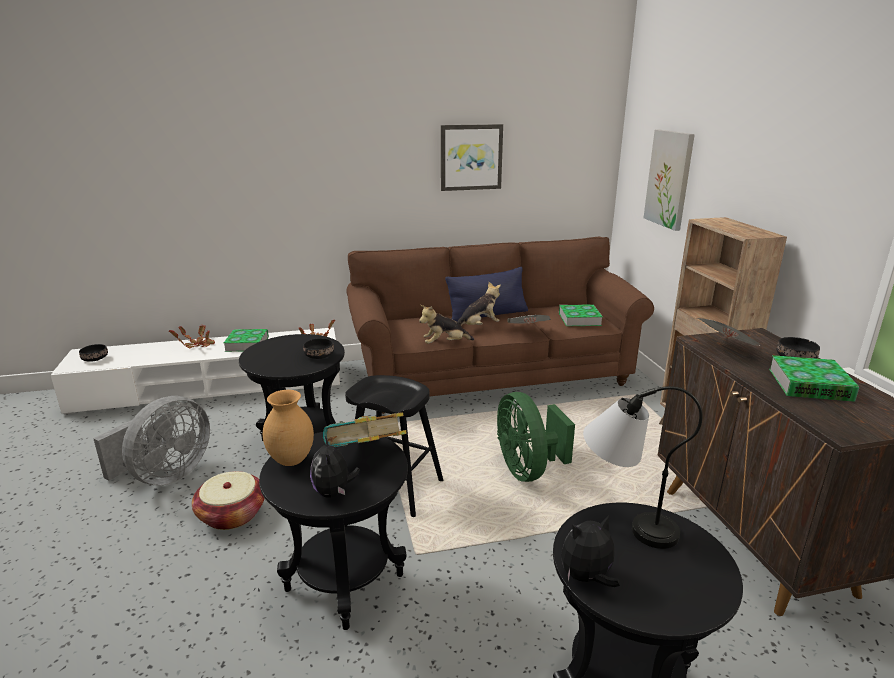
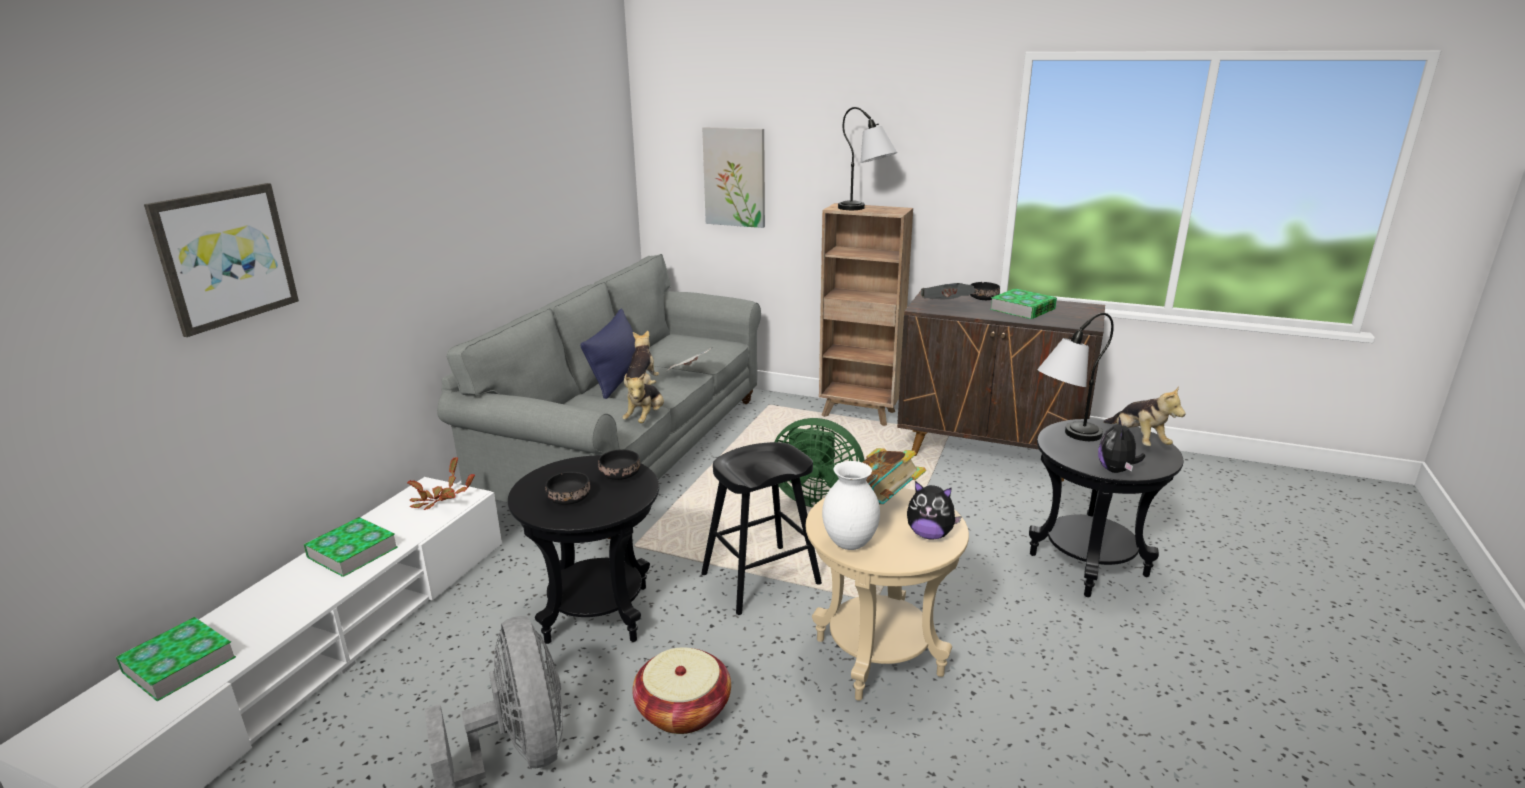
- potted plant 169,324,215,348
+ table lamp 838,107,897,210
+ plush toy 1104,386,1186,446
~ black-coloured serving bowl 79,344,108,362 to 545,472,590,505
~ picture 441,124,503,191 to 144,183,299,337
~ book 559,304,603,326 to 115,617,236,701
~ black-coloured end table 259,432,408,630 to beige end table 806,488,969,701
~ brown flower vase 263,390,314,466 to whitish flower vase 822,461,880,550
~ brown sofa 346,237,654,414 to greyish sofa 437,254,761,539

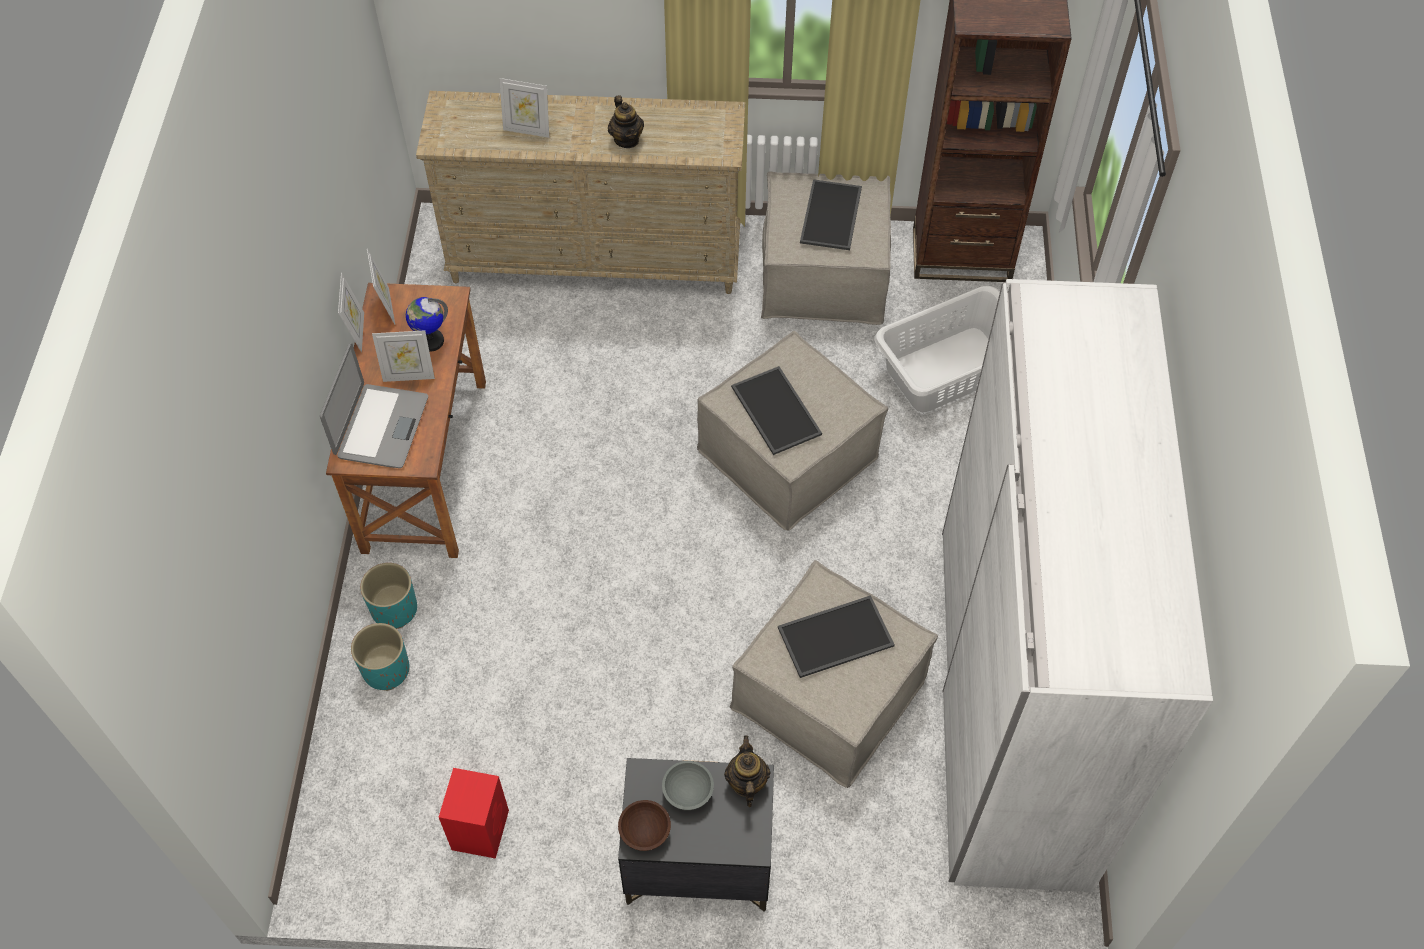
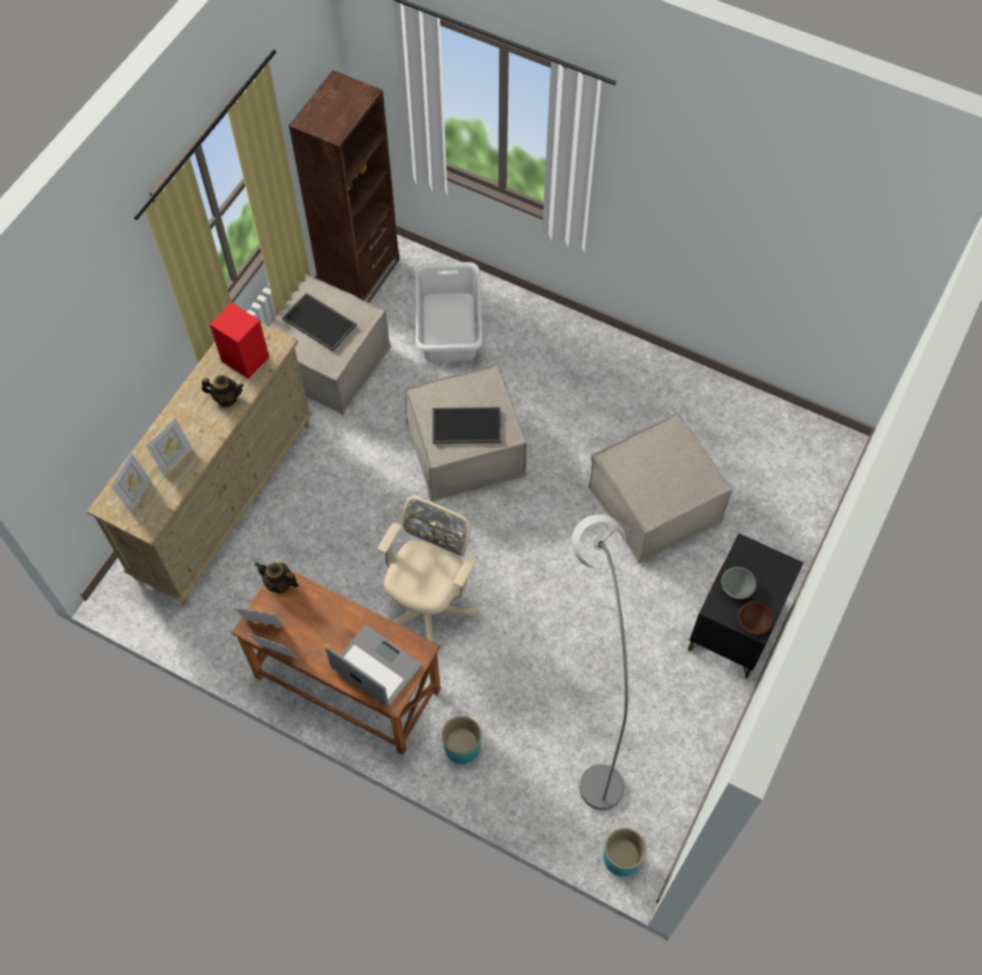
- world globe 406,297,448,352
- tray 778,595,895,678
- whitish armoire 942,279,1213,892
+ beige office chair 378,496,478,654
+ greyish standing lamp 571,514,628,810
~ turquoise-coloured plant pot 351,623,410,691 to 603,828,646,877
~ standing frame 372,330,435,382 to 111,452,151,513
~ red-coloured loudspeaker 439,768,509,859 to 210,302,269,379
~ tea pot 724,736,770,807 to 255,562,299,593

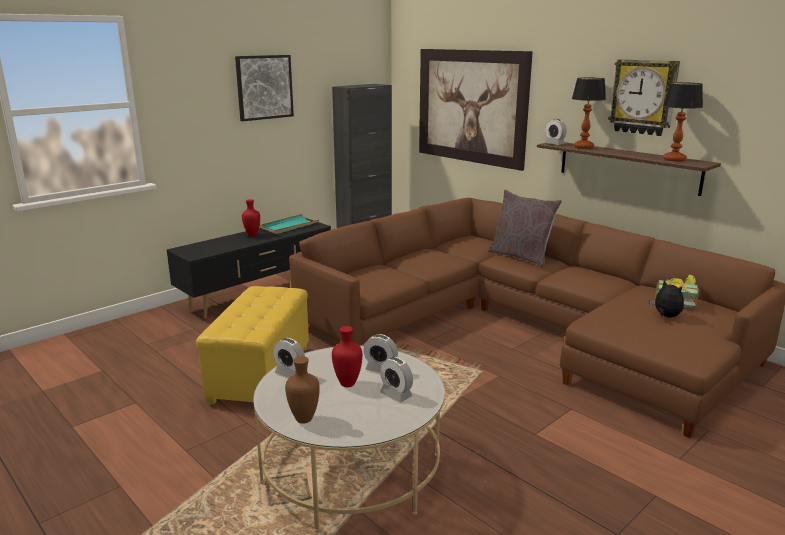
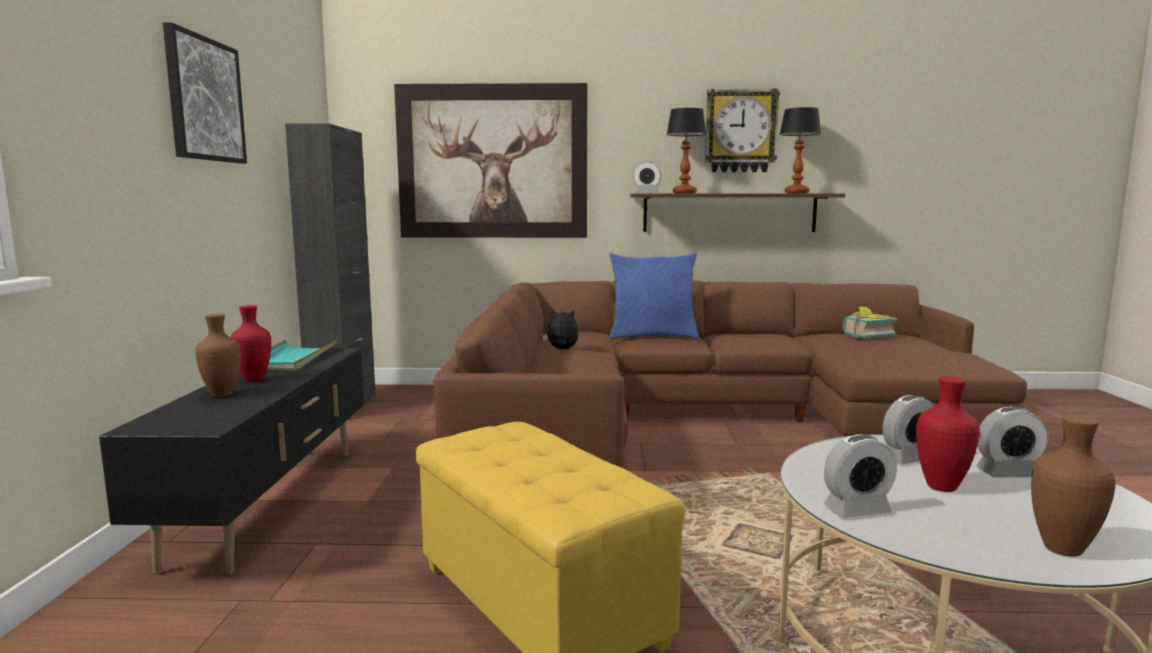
+ brown flower vase 195,314,241,397
~ plush toy 650,280,684,317 to 542,309,579,349
~ greyish pillow 488,189,562,267 to blue pillow 609,253,699,339

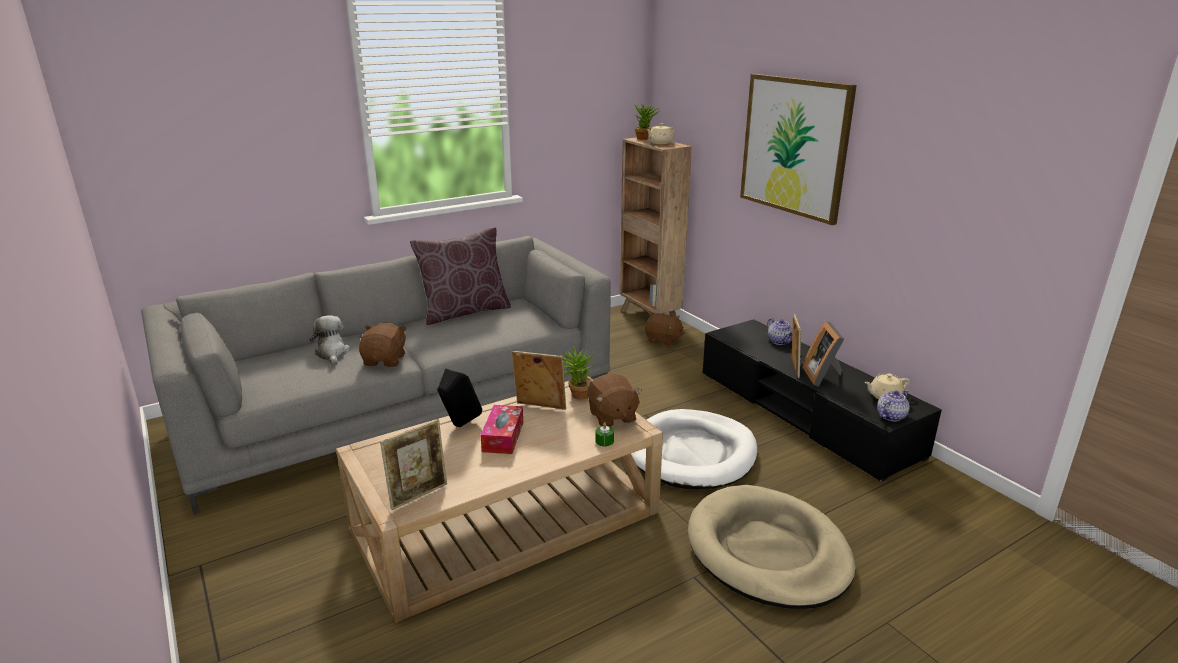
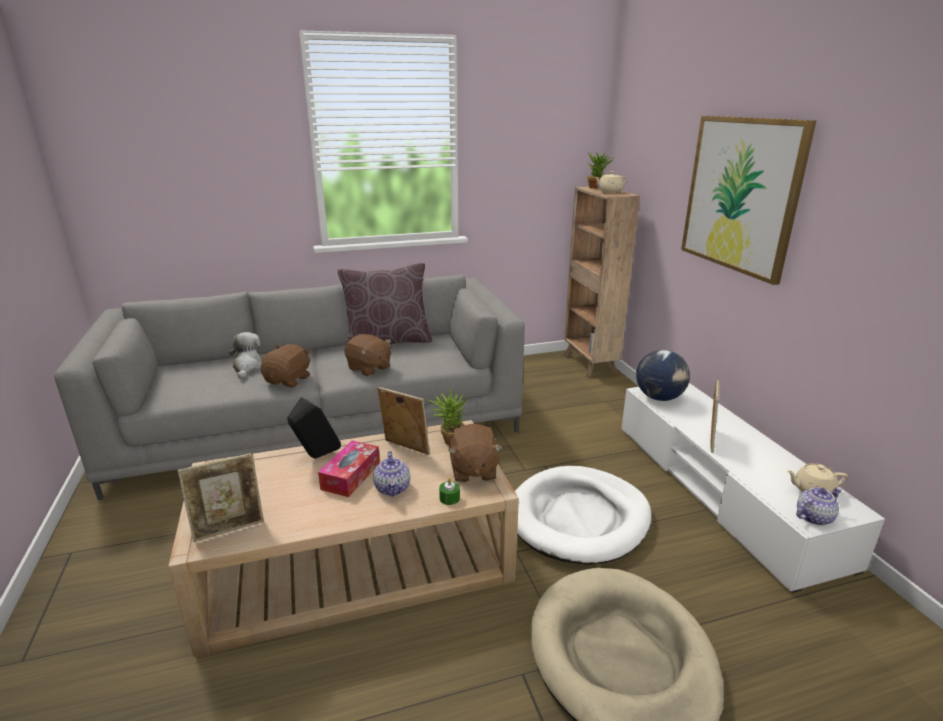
- standing frame 802,321,844,387
+ world globe 636,350,690,401
~ brown plush toy 645,313,685,346 to 344,334,391,376
~ tea pot 767,318,792,345 to 373,451,410,497
~ black-coloured tv unit 703,319,942,482 to whitish tv unit 621,383,885,593

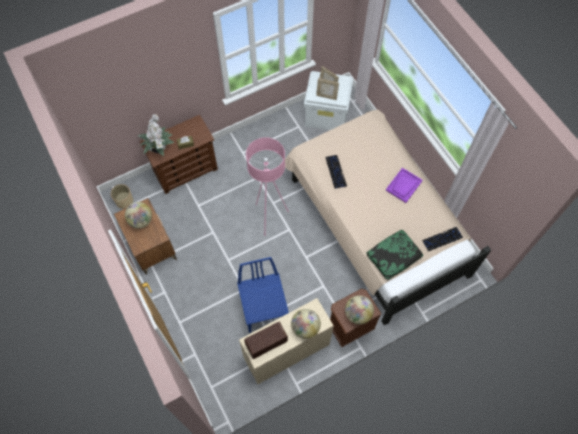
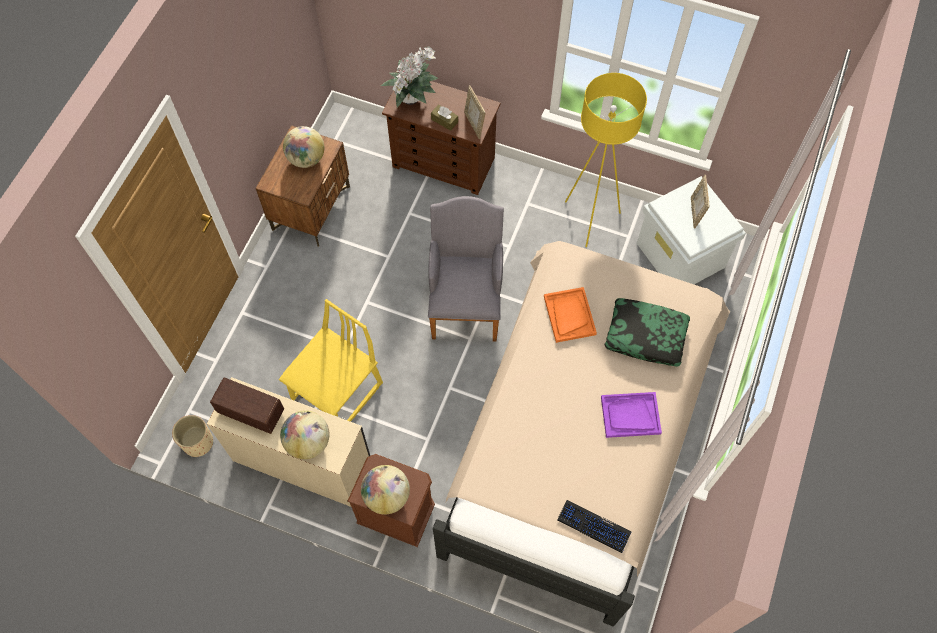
+ yellowish standing lamp 565,73,647,247
~ beige plant pot 111,184,133,209 to 172,415,213,457
~ standing frame 316,78,339,100 to 464,85,485,139
~ pillow 367,230,423,280 to 605,298,690,367
~ pinkish standing lamp 246,137,289,236 to greyish armchair 428,196,504,341
~ PC keyboard 325,155,347,189 to orangey tray 544,287,597,343
~ blue upright chair 237,257,289,333 to yellowish upright chair 279,299,383,422

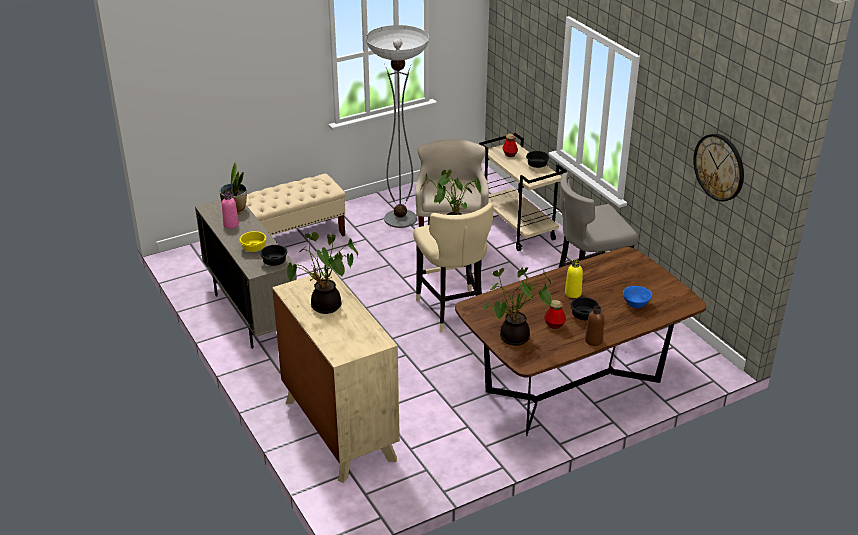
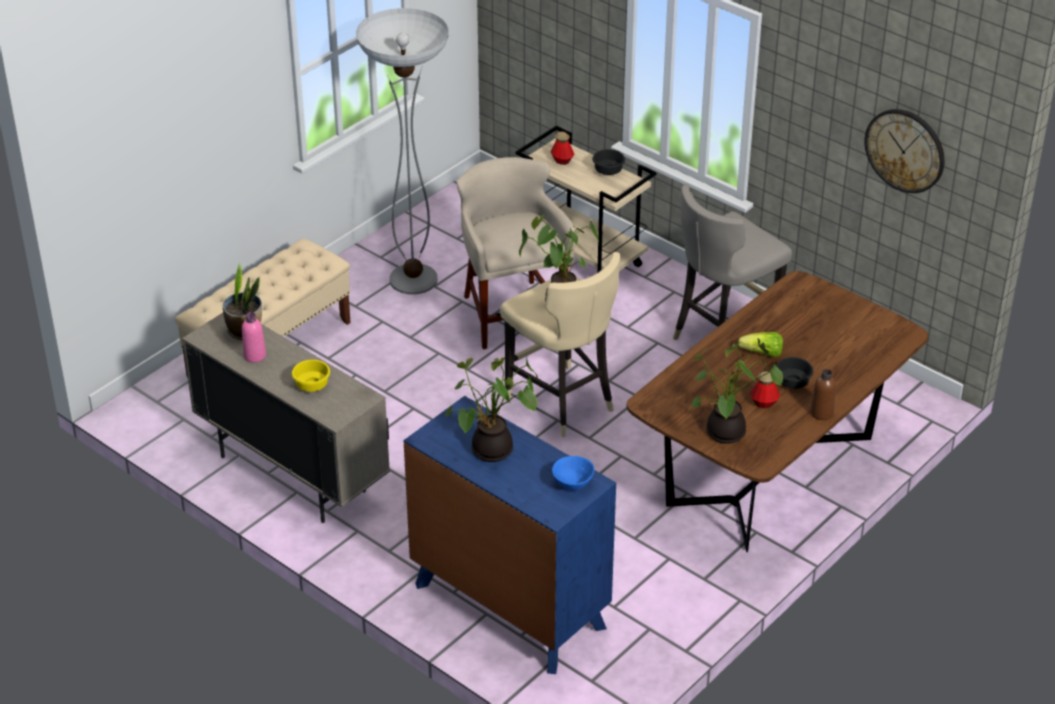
- black-coloured serving bowl 260,245,287,266
~ blue serving bowl 623,286,652,308 to 552,456,594,491
~ yellowish beverage bottle 565,260,583,298 to lettuce 738,332,783,357
~ beige chest of drawers 272,270,400,483 to blue chest of drawers 404,396,616,674

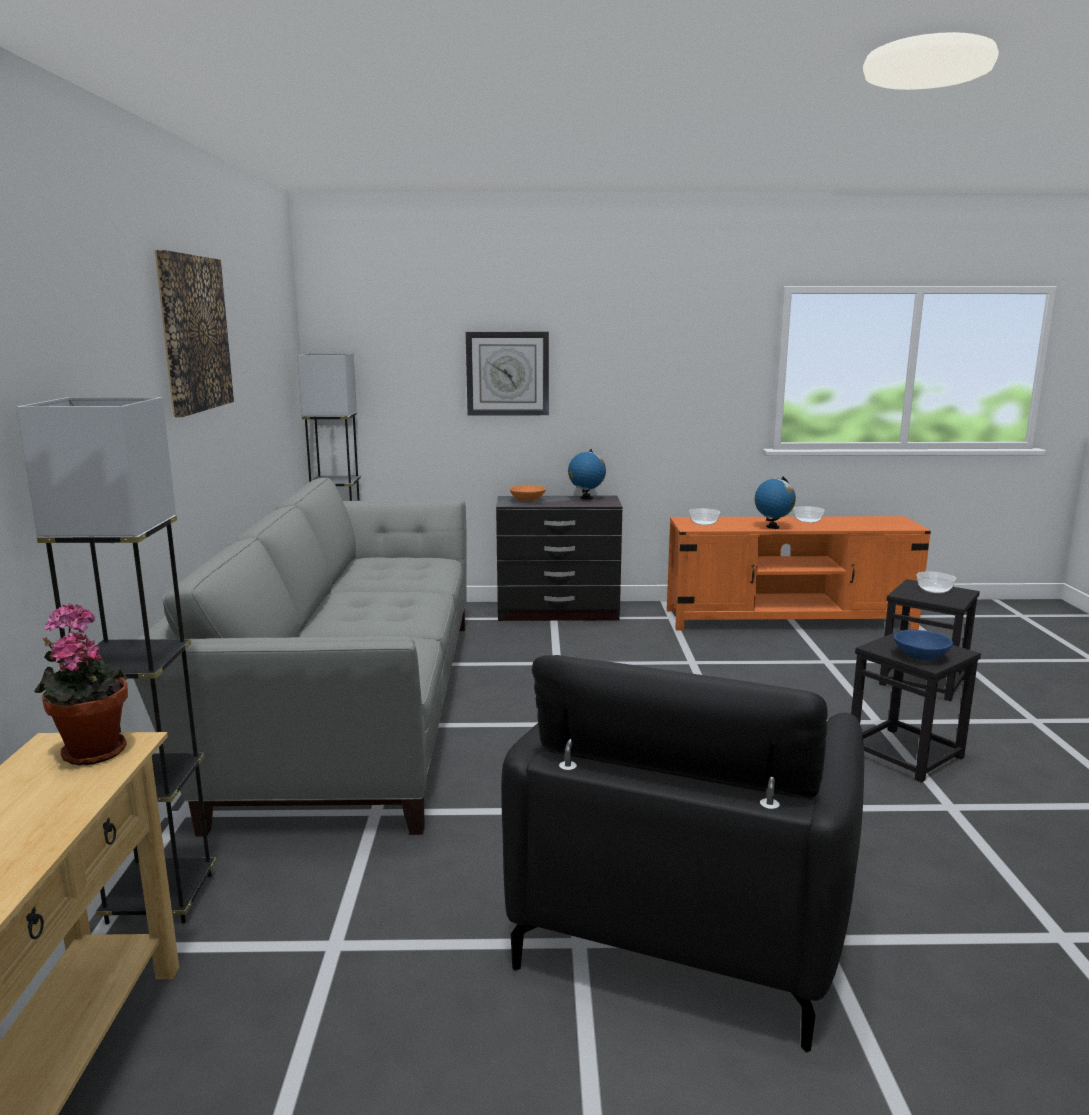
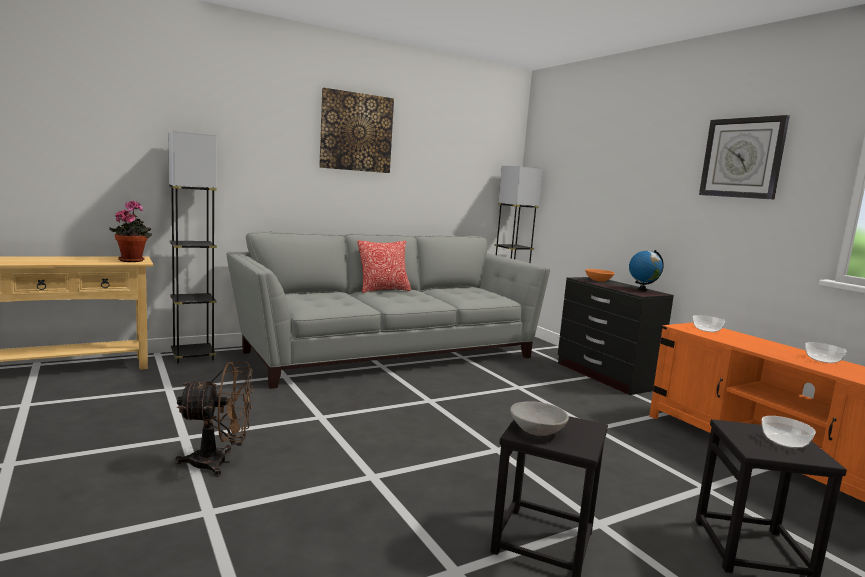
- world globe 754,476,796,529
+ pillow 358,240,411,293
~ wall clock 466,332,549,416 to 699,115,790,200
~ black-coloured armchair 501,655,864,1053 to brown fan 175,361,253,477
~ blue serving bowl 894,630,953,660 to greyish serving bowl 510,401,569,436

